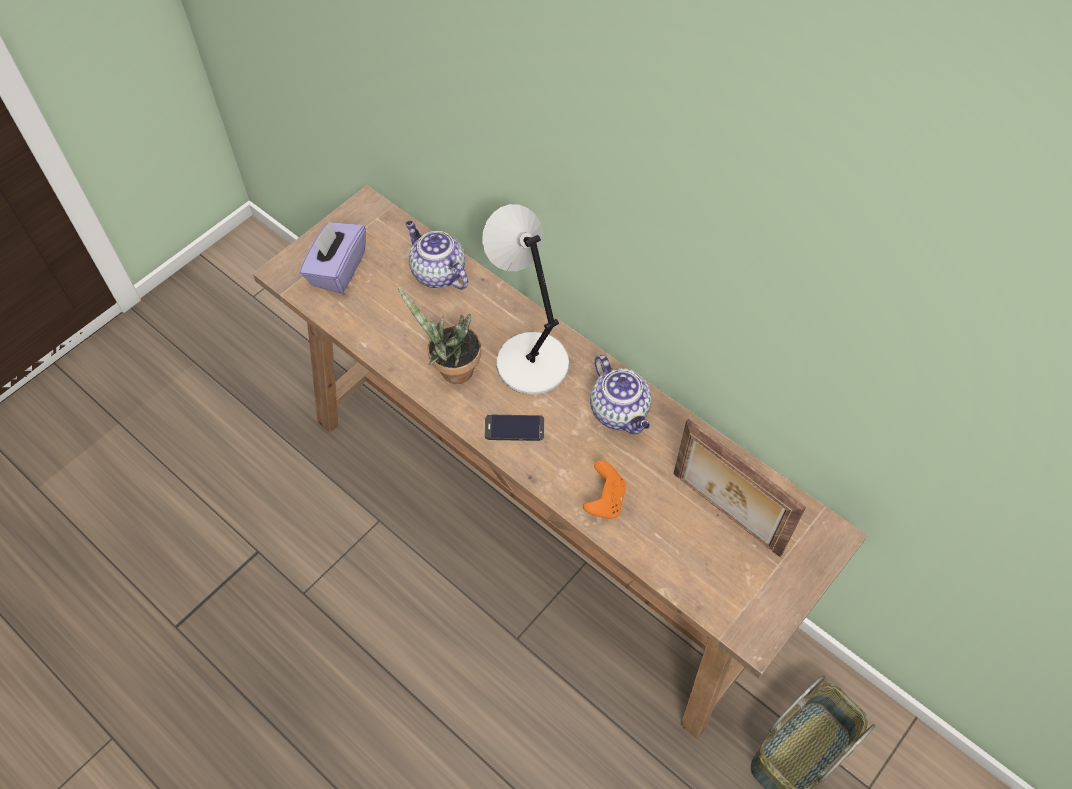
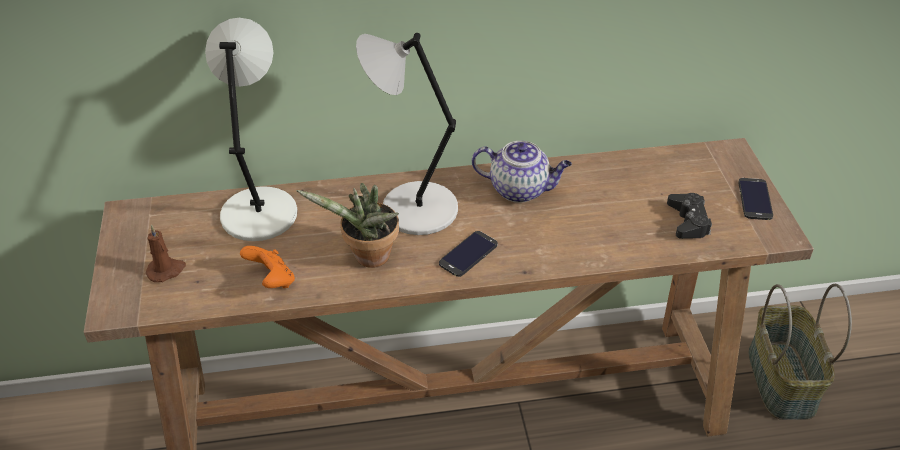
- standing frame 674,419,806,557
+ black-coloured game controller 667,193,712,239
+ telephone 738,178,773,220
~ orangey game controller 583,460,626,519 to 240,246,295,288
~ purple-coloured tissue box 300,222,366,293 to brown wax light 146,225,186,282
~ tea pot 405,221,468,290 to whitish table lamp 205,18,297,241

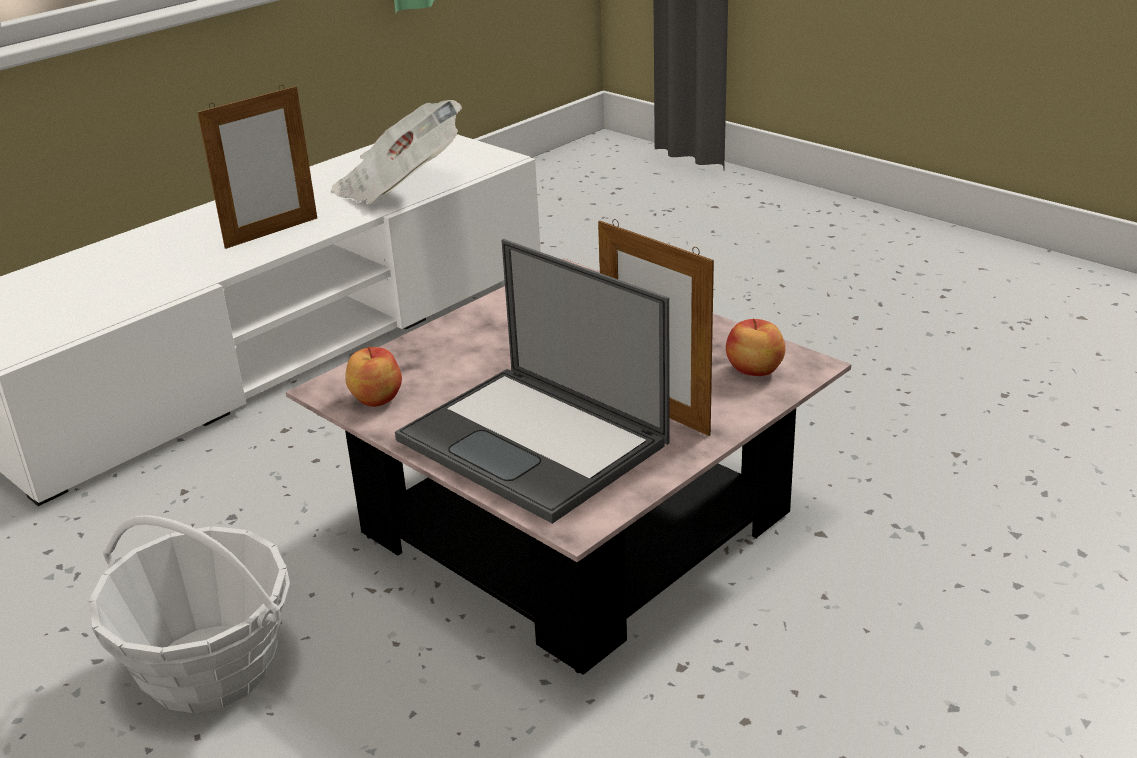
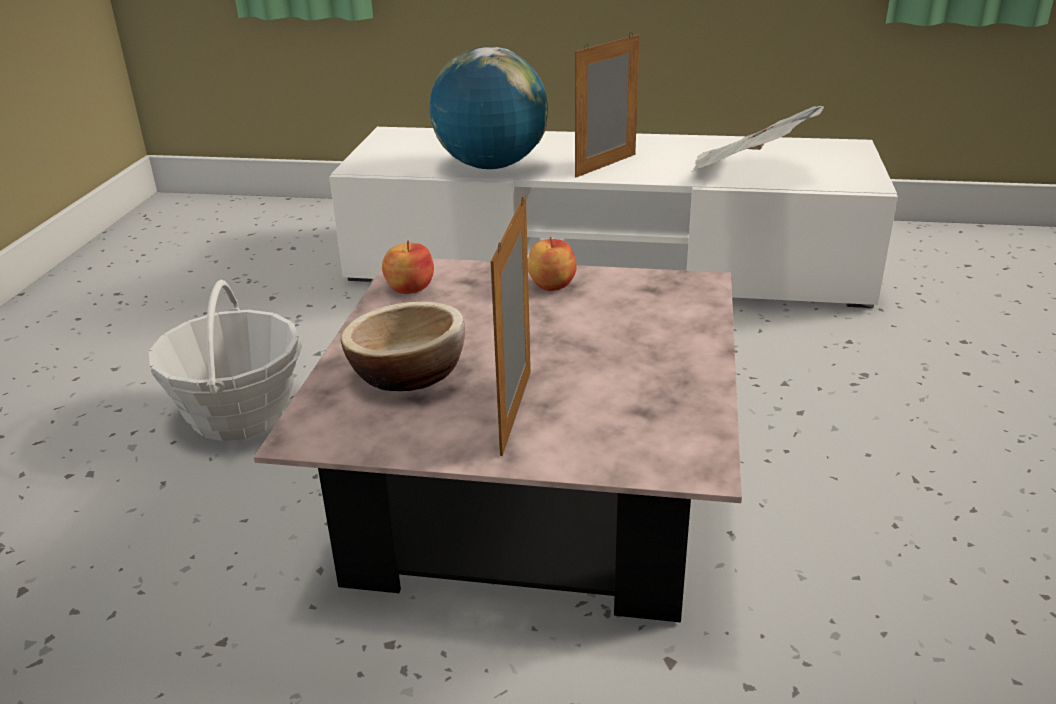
+ world globe 429,47,548,169
~ whole apple 726,319,785,376 to 528,237,577,291
~ notebook computer 395,239,670,524 to serving bowl 341,301,465,391
~ standing frame 198,85,317,249 = 575,32,640,177 120 degrees clockwise

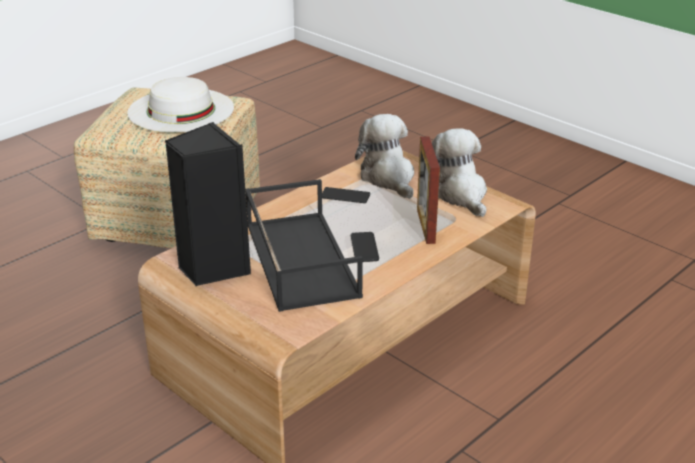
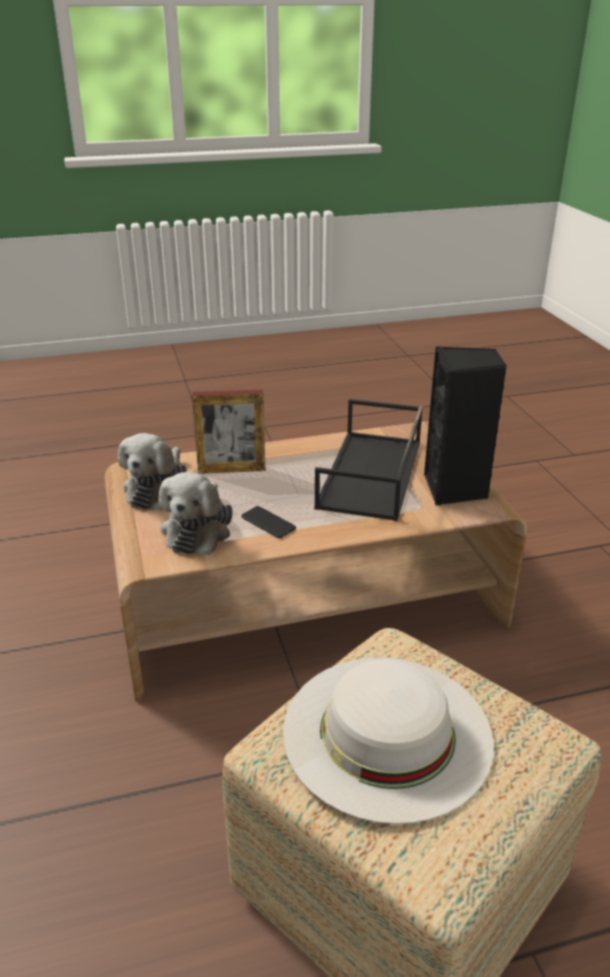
- telephone 351,232,379,262
~ standing frame 417,137,440,244 = 192,390,265,474 60 degrees clockwise

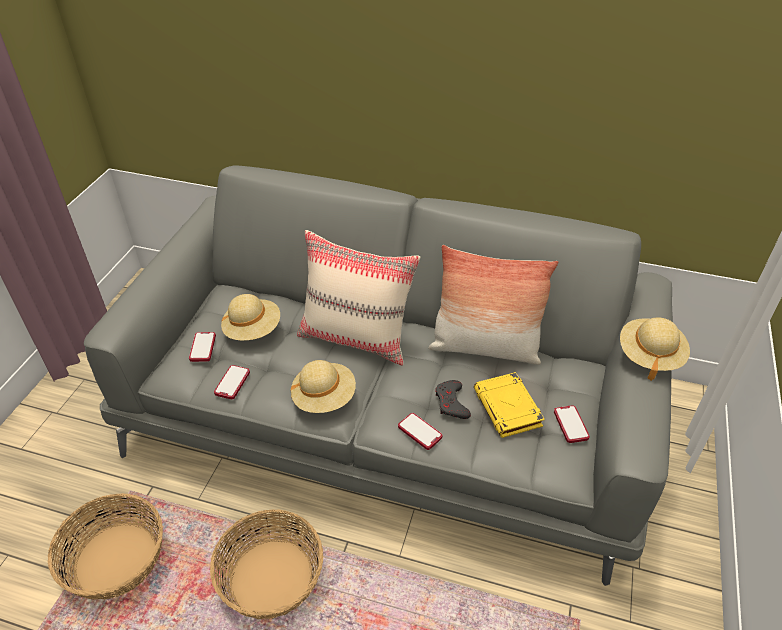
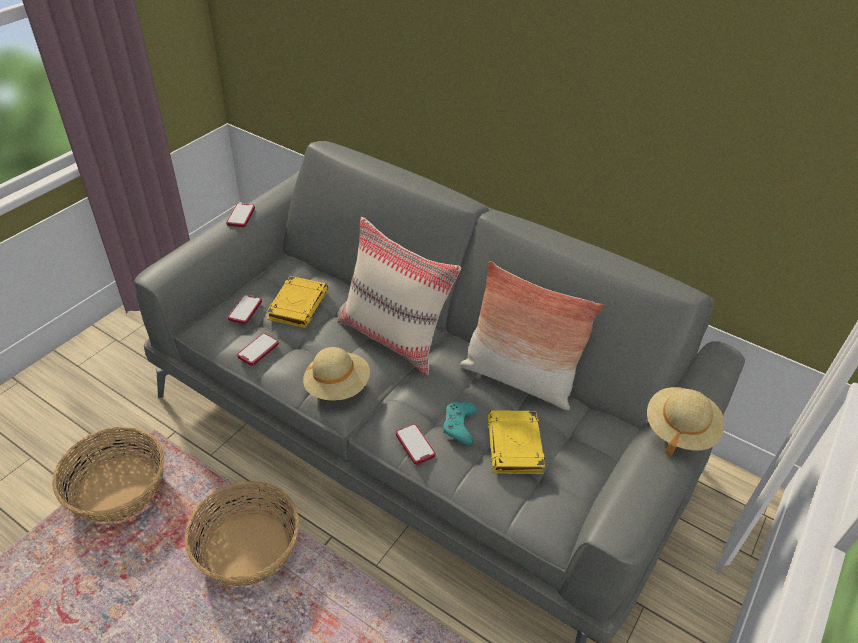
~ telephone 554,405,590,443 to 226,203,255,227
~ beige clothing hat 221,294,280,341 to yellowish book 266,276,328,328
~ greyish game controller 435,380,471,419 to turquoise-coloured game controller 443,402,477,445

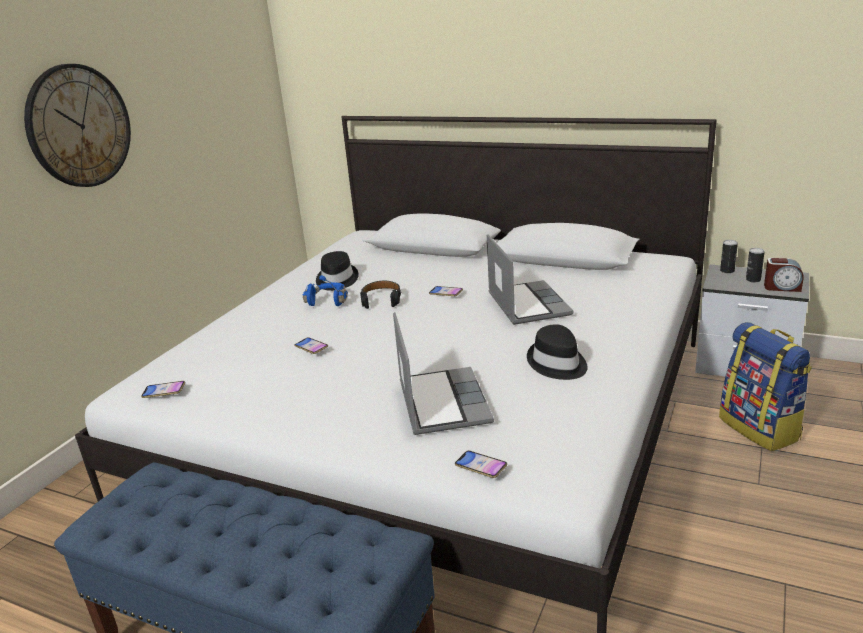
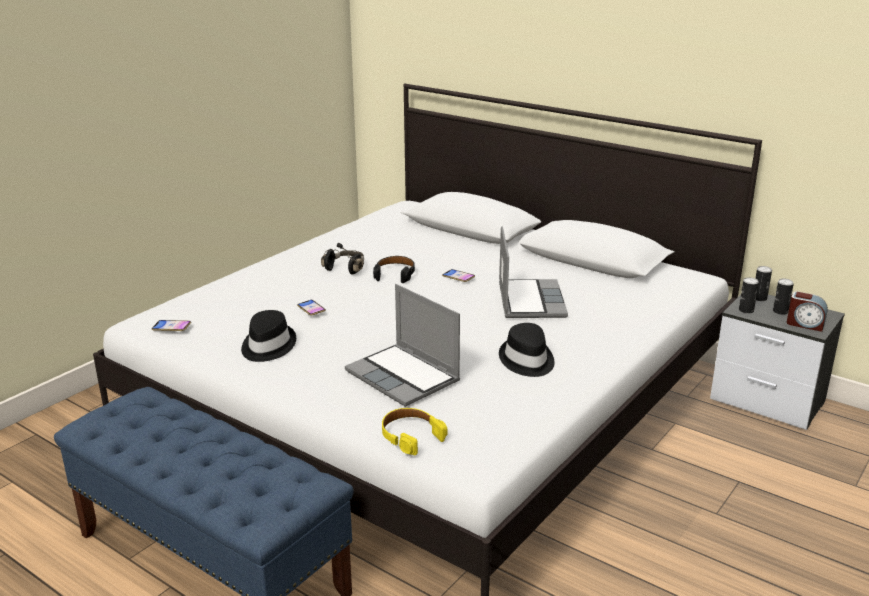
- wall clock 24,64,131,187
- rucksack 719,322,812,451
+ can 739,277,759,314
~ black-coloured clothing hat 316,251,359,291 to 241,310,296,362
~ telephone 455,451,507,478 to yellowish headphones 382,408,448,456
~ blue headphones 303,275,348,306 to black-coloured headphones 321,243,364,274
~ notebook computer 393,312,494,435 = 345,284,460,407 135 degrees clockwise

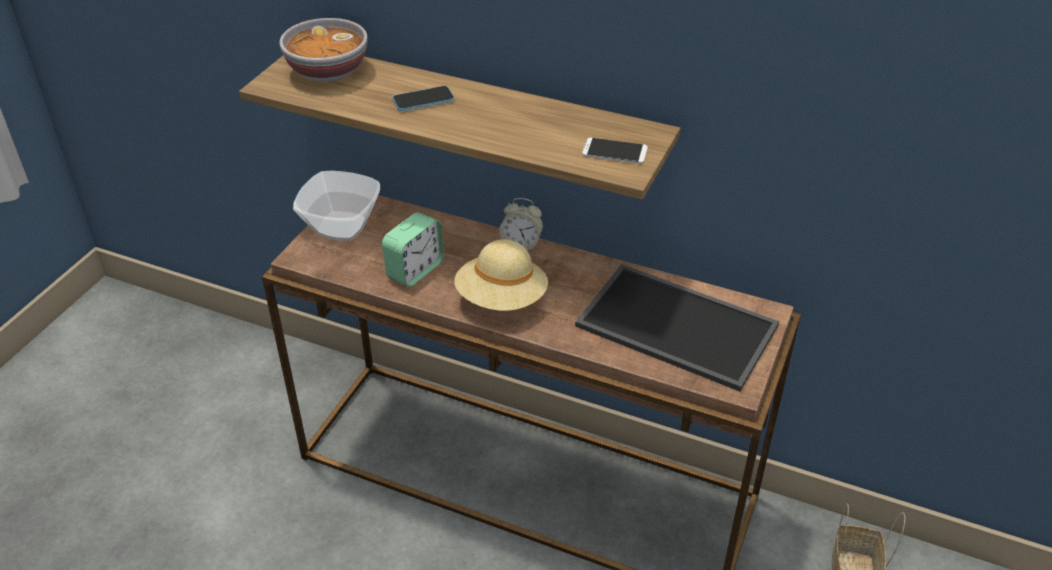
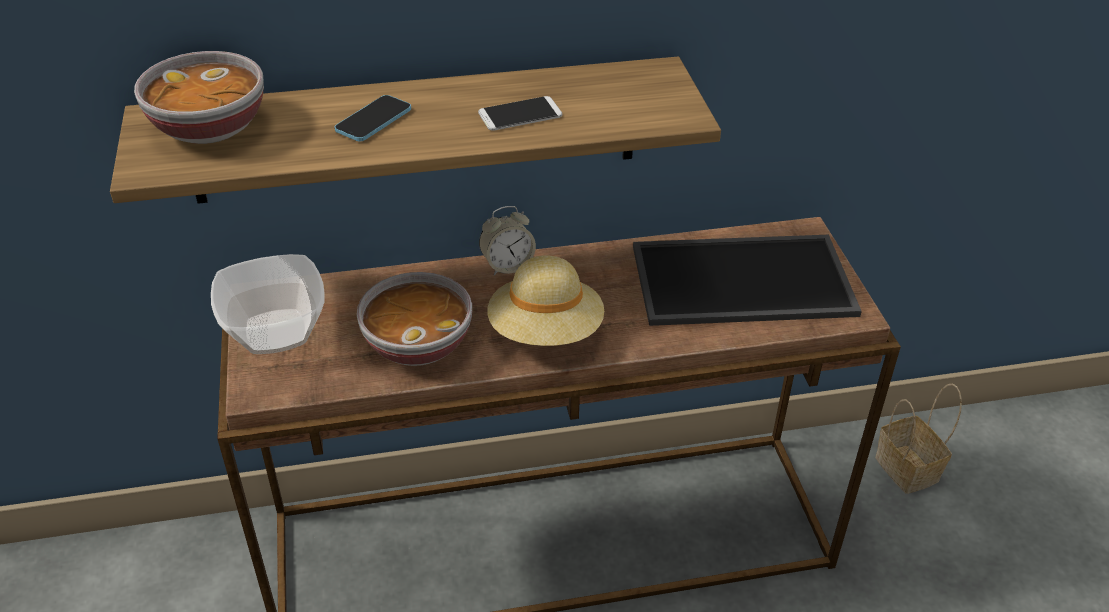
~ telephone 582,138,648,164 to 478,96,562,131
~ alarm clock 382,212,444,287 to serving bowl 357,272,472,366

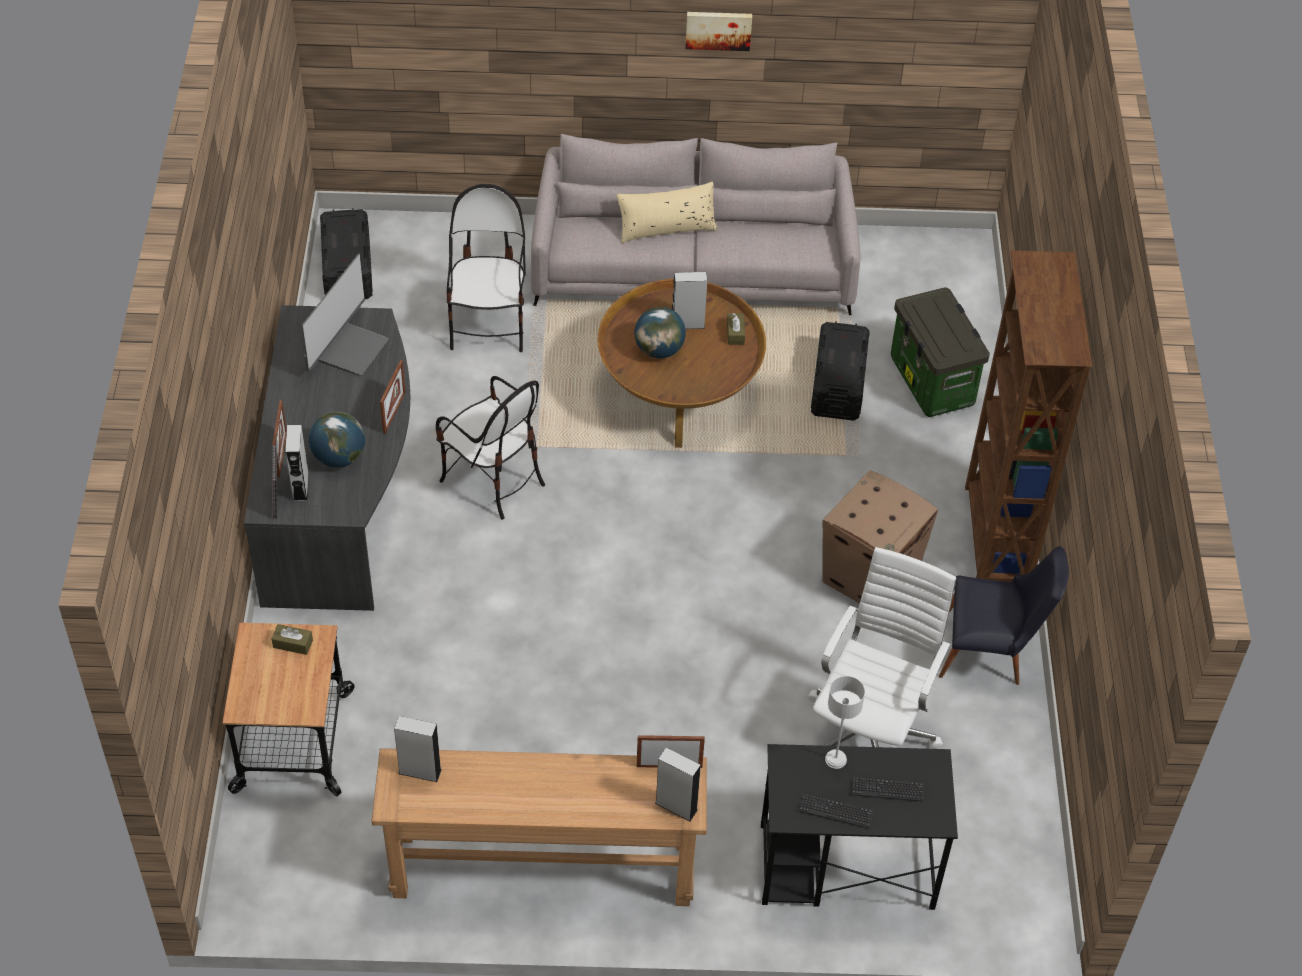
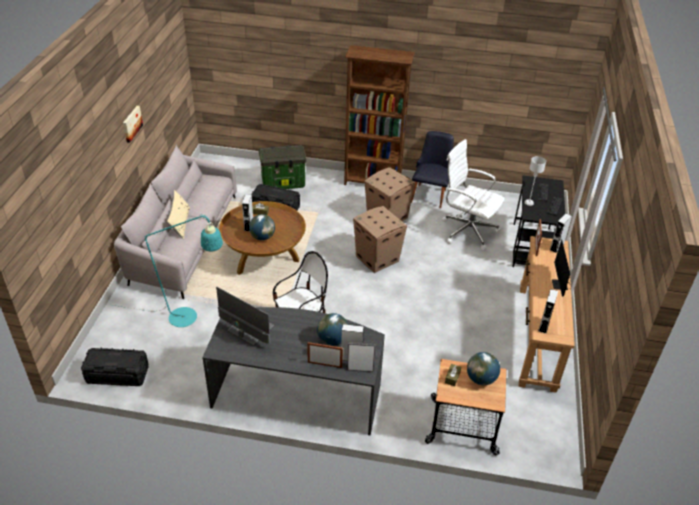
- standing frame 380,360,406,434
+ cardboard box 353,206,407,273
+ world globe 467,352,500,385
+ computer screen 552,240,571,297
~ upright chair 446,184,526,352 to turquoise-coloured standing lamp 113,214,223,327

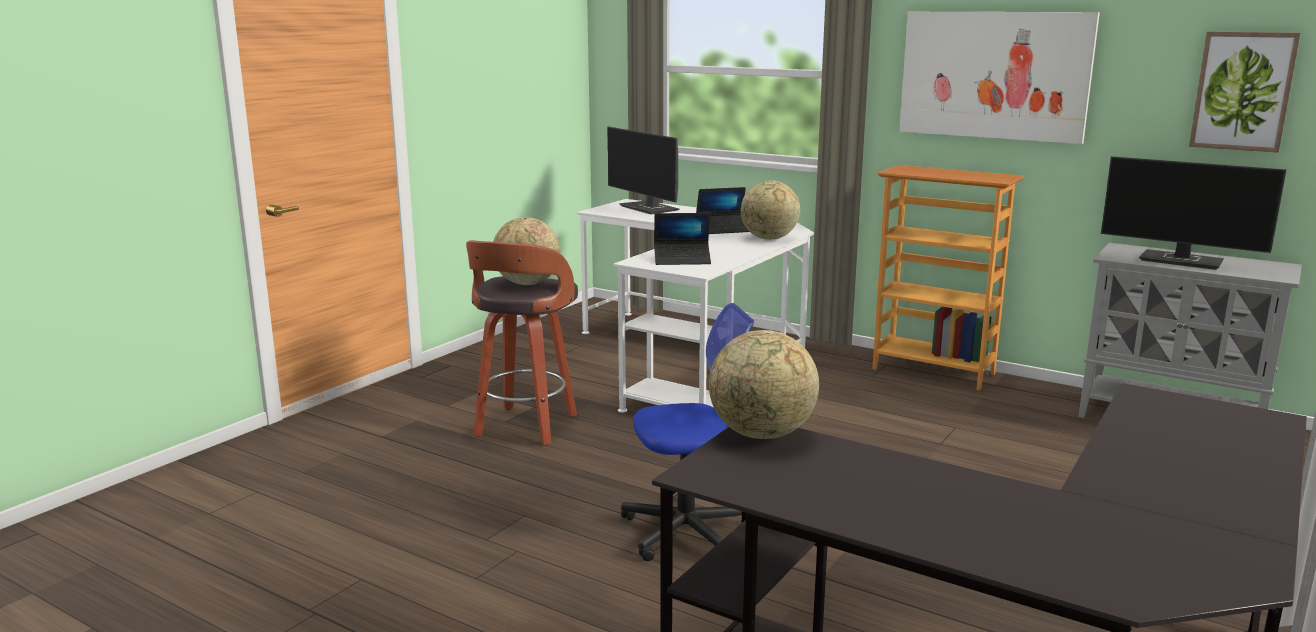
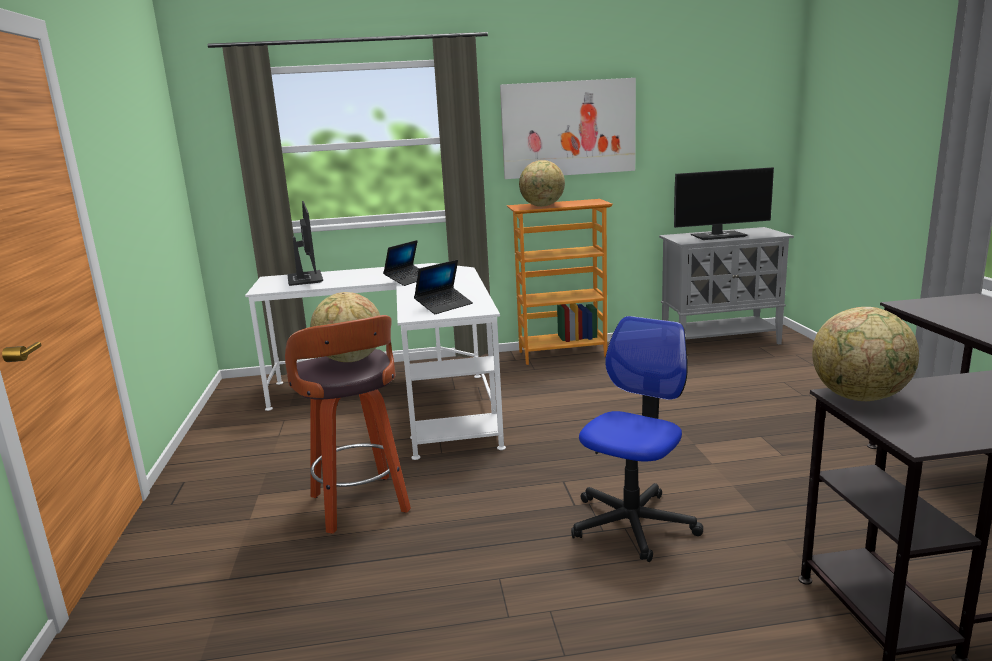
- picture 1189,32,1301,153
~ world globe 741,180,800,240 to 519,160,565,207
~ computer screen 607,127,679,215 = 287,201,323,286 120 degrees counterclockwise

